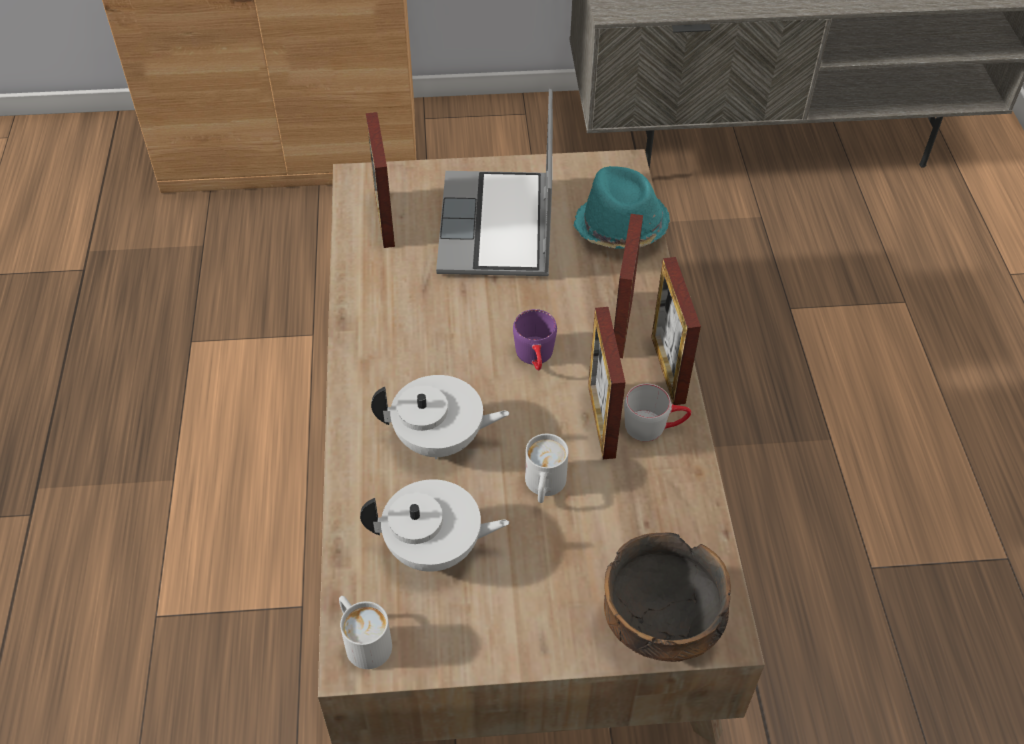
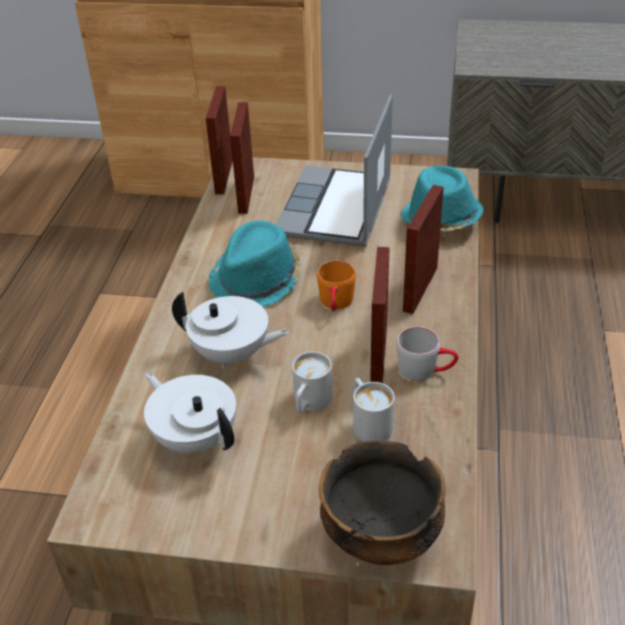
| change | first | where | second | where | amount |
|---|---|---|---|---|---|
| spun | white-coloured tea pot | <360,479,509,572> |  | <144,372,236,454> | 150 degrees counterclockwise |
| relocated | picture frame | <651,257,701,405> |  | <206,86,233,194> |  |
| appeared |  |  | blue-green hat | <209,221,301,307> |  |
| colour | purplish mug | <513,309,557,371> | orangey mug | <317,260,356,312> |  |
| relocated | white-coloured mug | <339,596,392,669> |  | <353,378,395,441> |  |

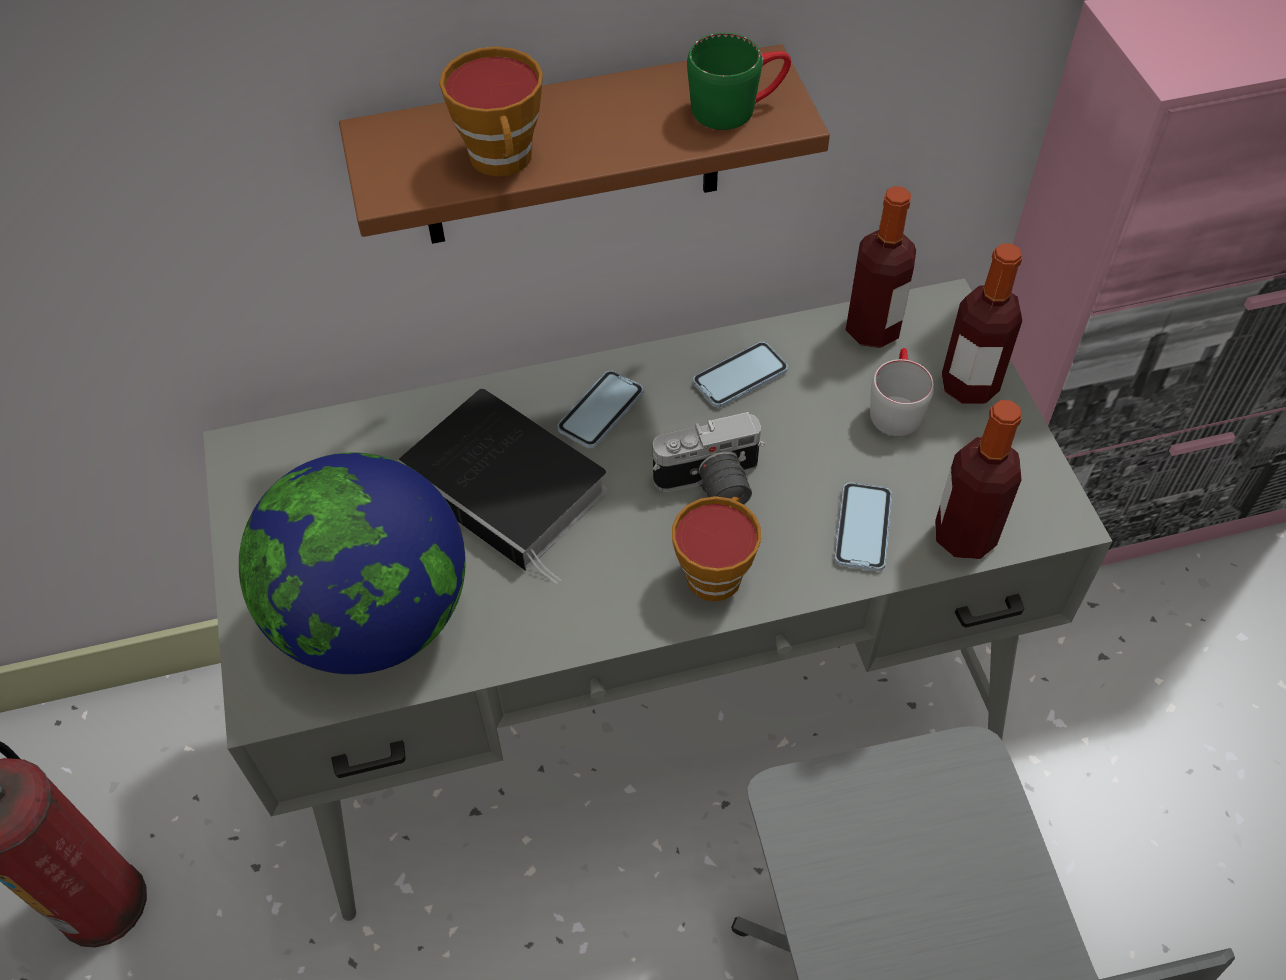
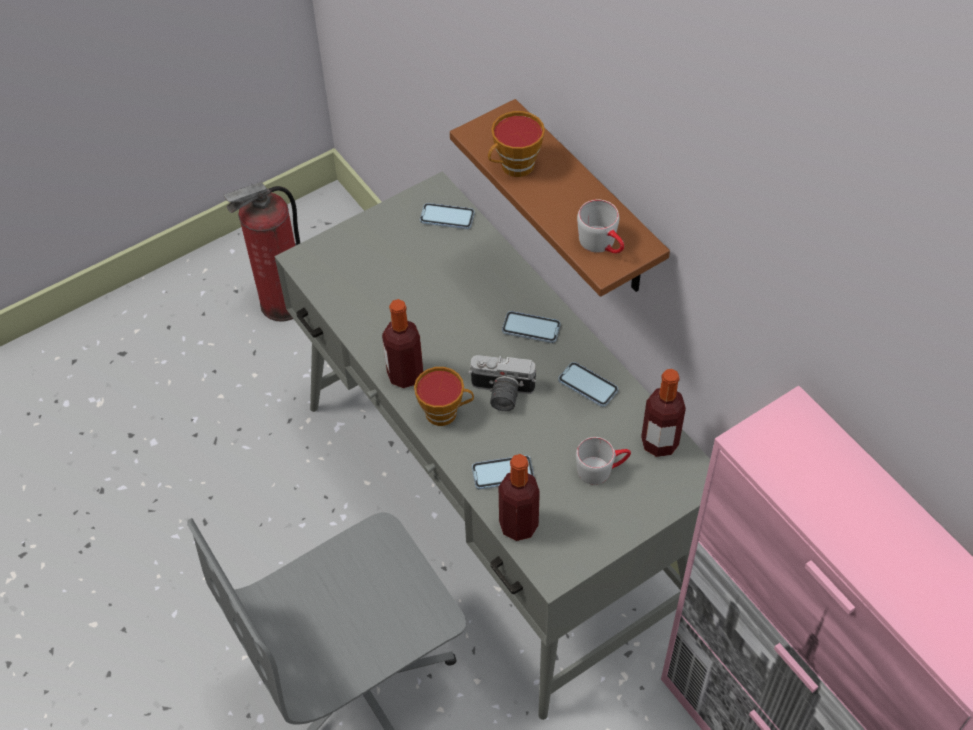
| change | first | where | second | where | amount |
|---|---|---|---|---|---|
| relocated | beverage bottle | <942,243,1022,404> |  | <382,299,423,388> |  |
| appeared |  |  | phone | <420,203,475,229> |  |
| spun | still camera | <653,412,765,504> |  | <468,355,536,412> | 45 degrees counterclockwise |
| colour | green mug | <687,33,791,130> | grey mug | <577,199,624,253> |  |
| missing | globe | <239,452,466,674> |  |  |  |
| missing | bound book | <397,389,607,584> |  |  |  |

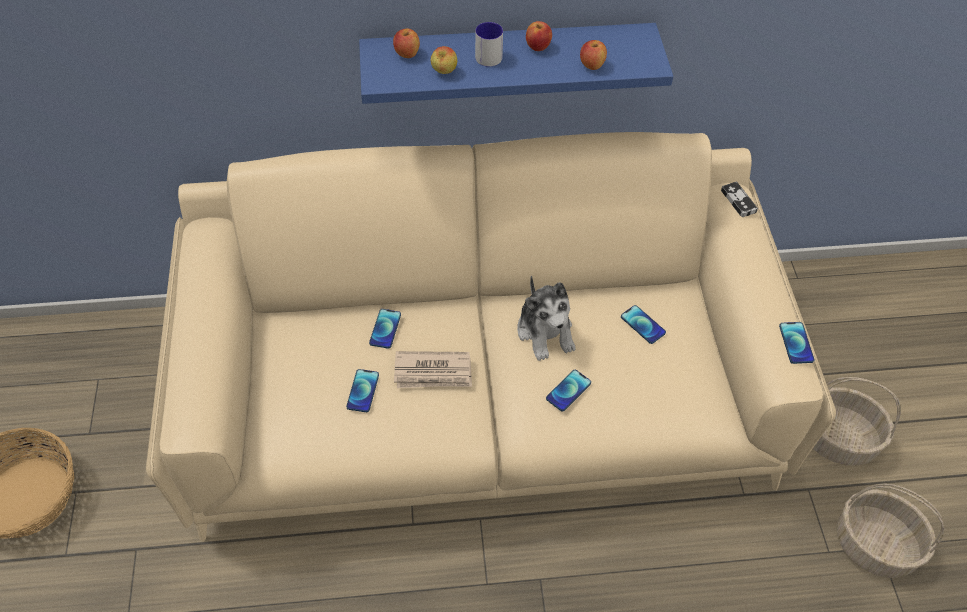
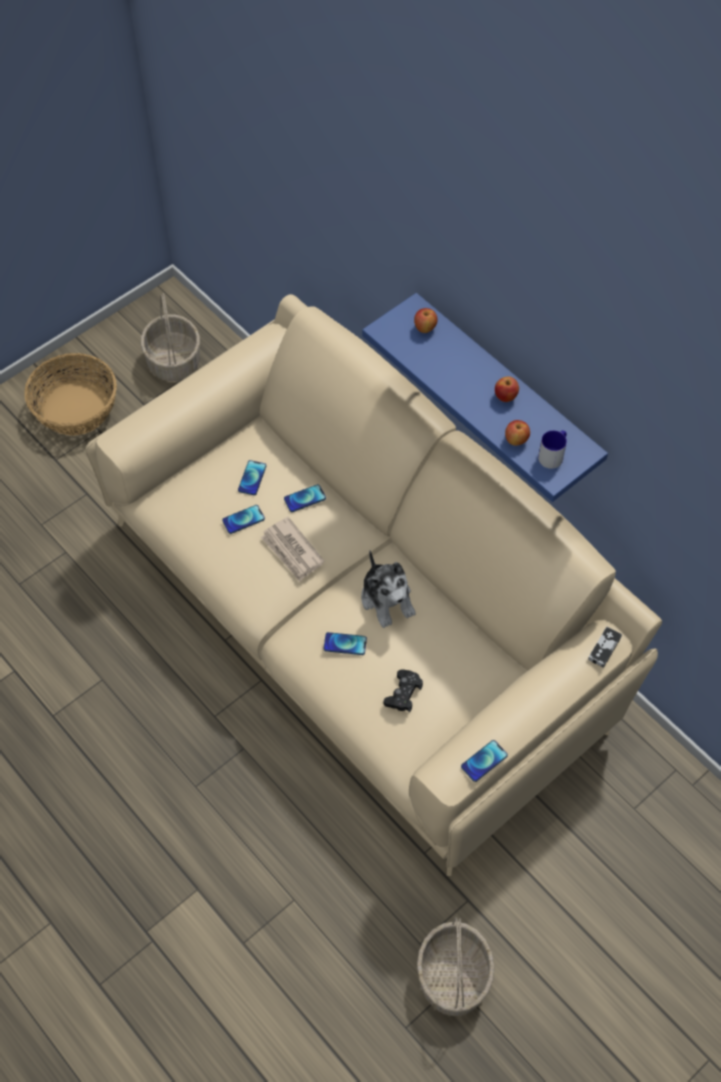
| change | first | where | second | where | amount |
|---|---|---|---|---|---|
| relocated | household basket | <813,377,901,466> |  | <141,293,200,381> |  |
| relocated | phone | <621,305,666,344> |  | <238,460,266,495> |  |
| spun | plush toy | <517,276,576,361> |  | <361,550,416,628> | 60 degrees counterclockwise |
| appeared |  |  | black joypad | <383,669,423,712> |  |
| relocated | mug | <475,22,503,67> |  | <538,430,567,469> |  |
| missing | whole apple | <431,46,457,74> |  |  |  |

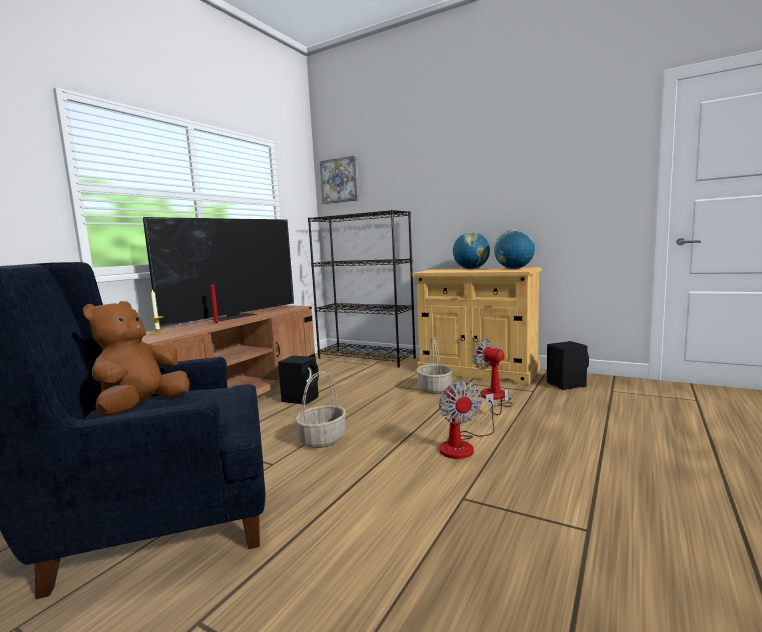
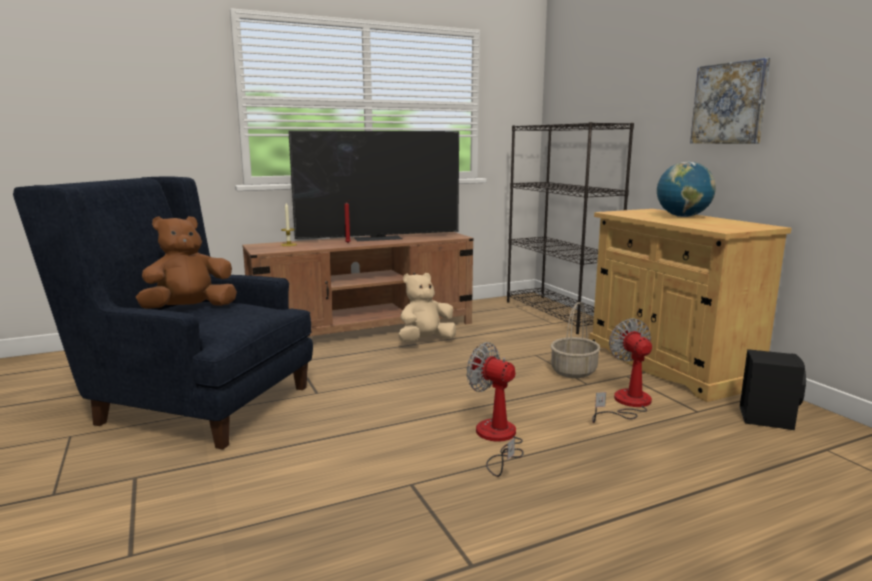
| change | first | where | second | where | amount |
|---|---|---|---|---|---|
| exchanged | black loudspeaker | <278,356,319,405> | beige-coloured plush toy | <399,273,456,342> |  |
| spun | electric fan | <439,381,495,459> |  | <466,342,524,477> | 105 degrees clockwise |
| relocated | wall picture | <320,155,359,204> |  | <690,58,771,144> |  |
| missing | household basket | <295,371,346,448> |  |  |  |
| missing | globe | <494,229,535,269> |  |  |  |

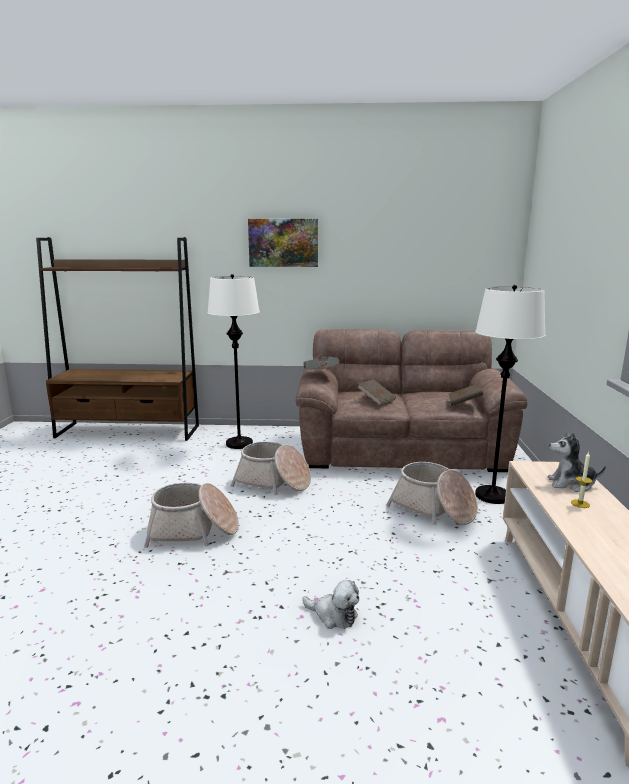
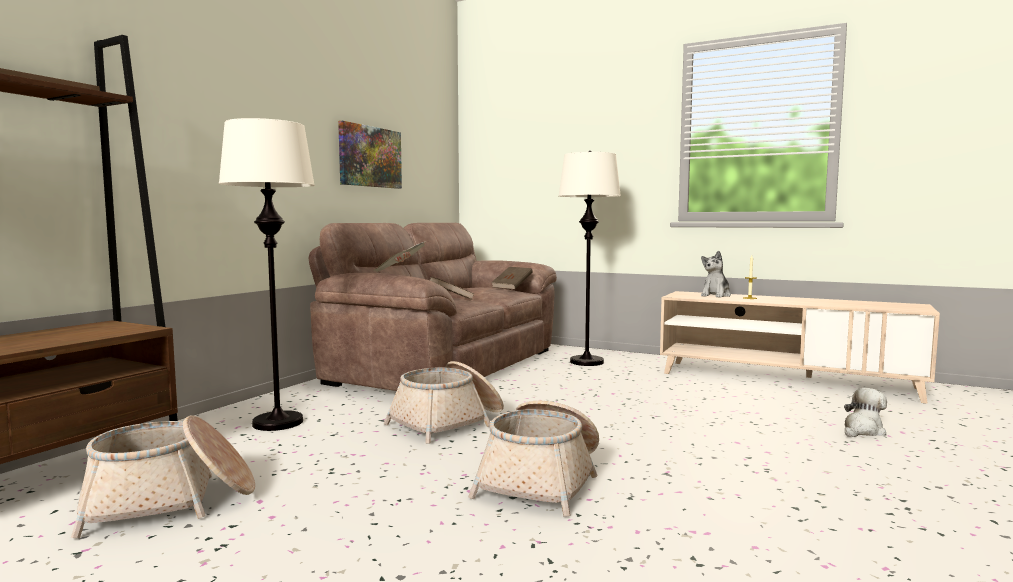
| change | first | where | second | where | amount |
|---|---|---|---|---|---|
| relocated | household basket | <387,462,478,525> |  | <71,415,255,538> |  |
| relocated | wall picture | <248,219,318,267> |  | <338,121,402,189> |  |
| relocated | plush toy | <302,580,359,629> |  | <844,388,887,437> |  |

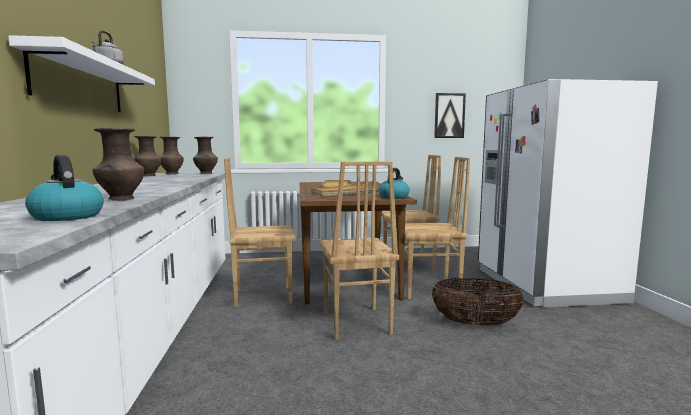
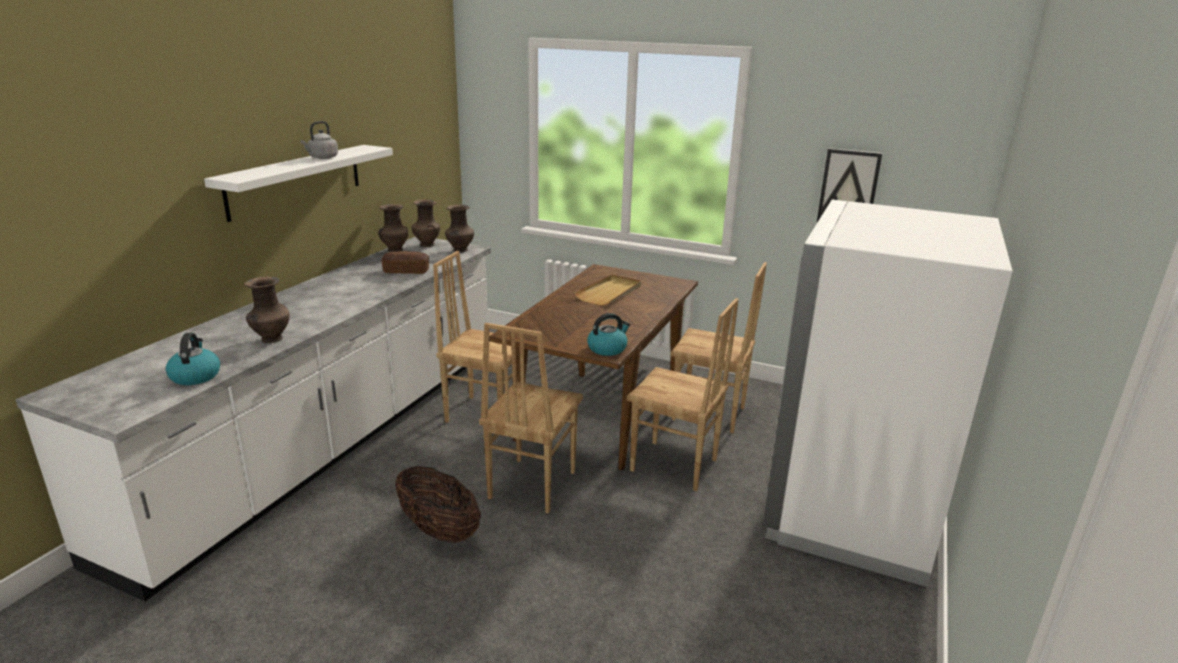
| change | first | where | second | where | amount |
|---|---|---|---|---|---|
| appeared |  |  | bakery bread | <381,251,429,274> |  |
| relocated | household basket | <432,278,524,326> |  | <395,466,481,543> |  |
| missing | beige-coloured carrying tray | <312,184,379,196> |  |  |  |

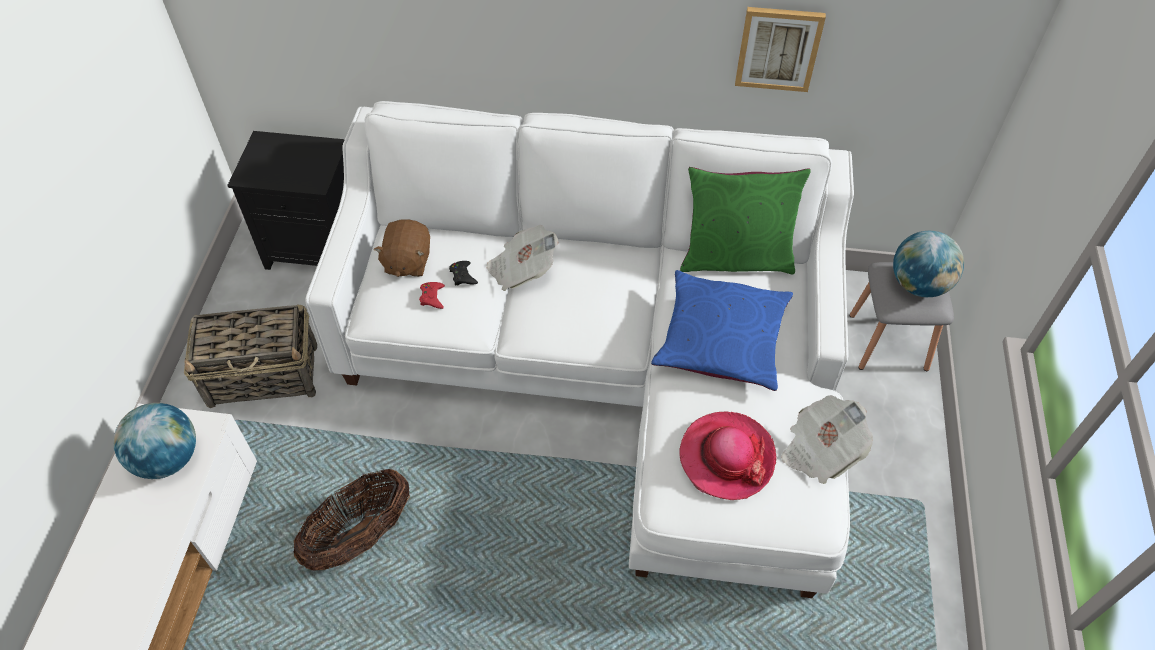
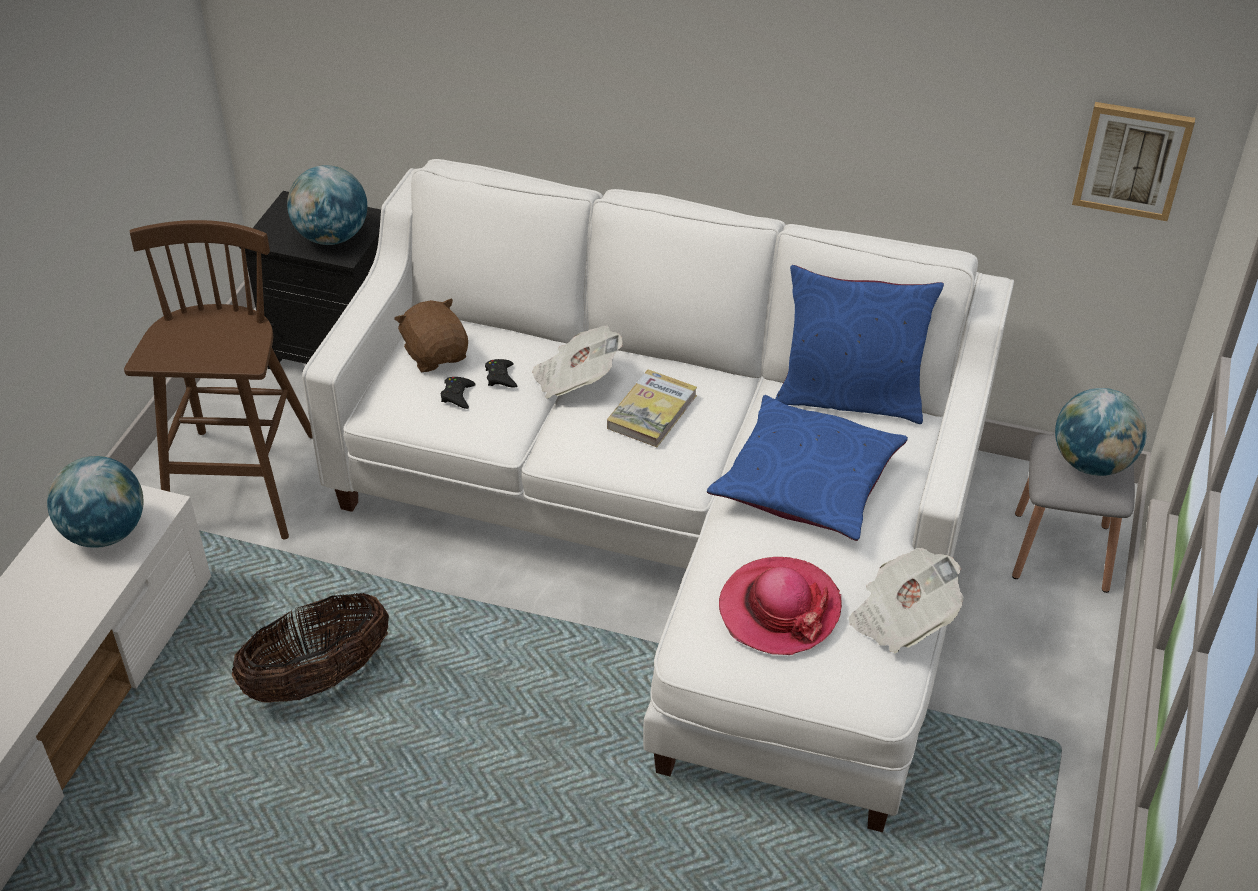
| change | first | where | second | where | amount |
|---|---|---|---|---|---|
| exchanged | household basket | <184,304,317,408> | brown-coloured stool seat | <124,220,313,539> |  |
| appeared |  |  | globe | <287,165,367,245> |  |
| spun | brown-coloured plush toy | <374,219,430,277> |  | <394,298,468,372> | 135 degrees clockwise |
| colour | red-coloured joypad | <419,282,445,309> | black joypad | <441,377,476,409> |  |
| appeared |  |  | bound book | <607,369,697,447> |  |
| colour | green throw pillow | <680,167,811,275> | blue throw pillow | <775,265,944,424> |  |
| relocated | wall picture | <735,7,826,92> |  | <1072,102,1195,221> |  |

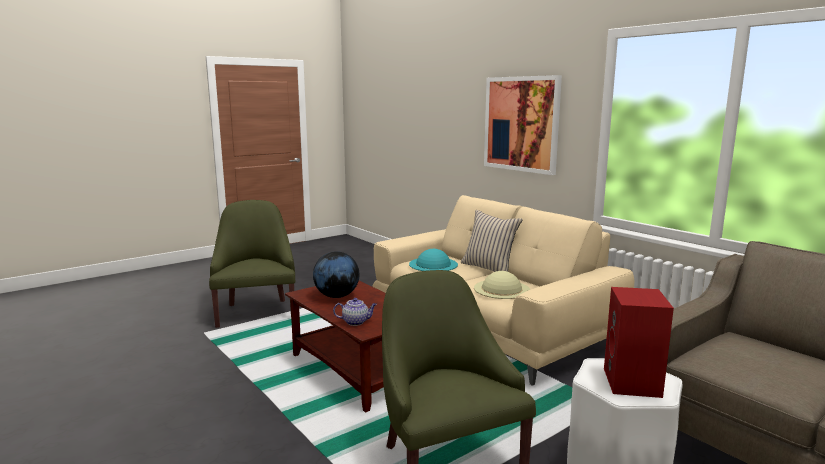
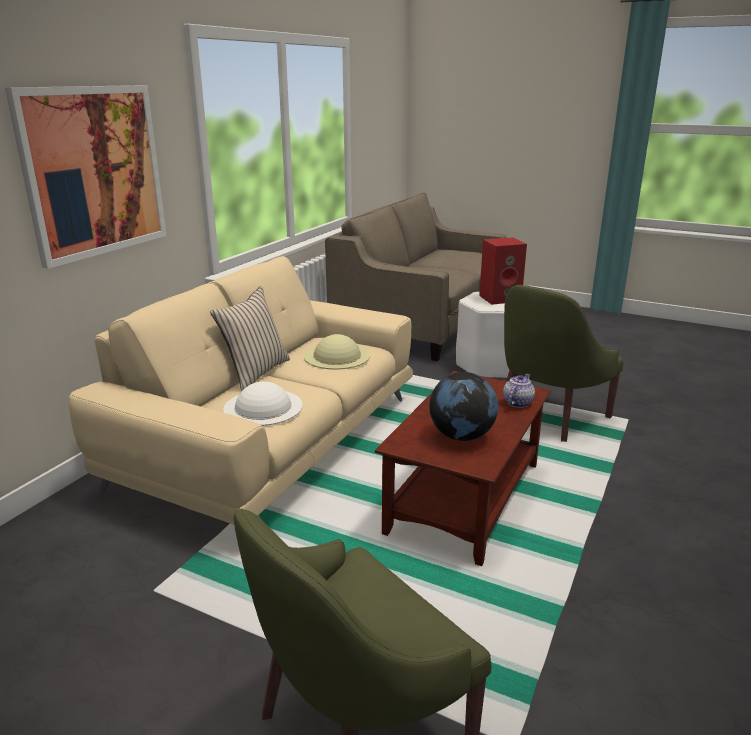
| change | first | where | second | where | amount |
|---|---|---|---|---|---|
| colour | blue-green hat | <409,249,458,271> | white-coloured hat | <223,381,303,426> |  |
| spun | tea pot | <333,298,377,326> |  | <503,374,535,408> | 60 degrees clockwise |

